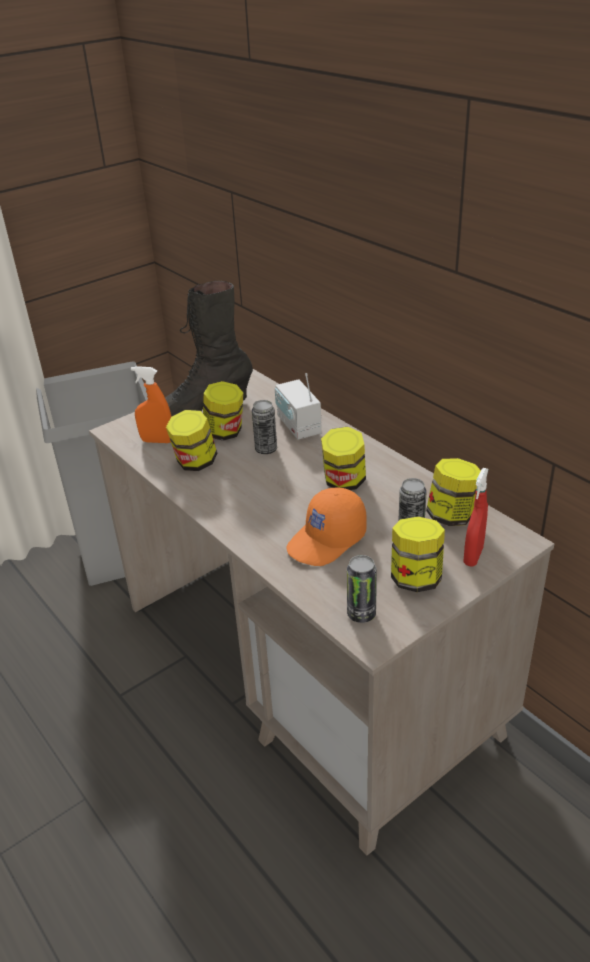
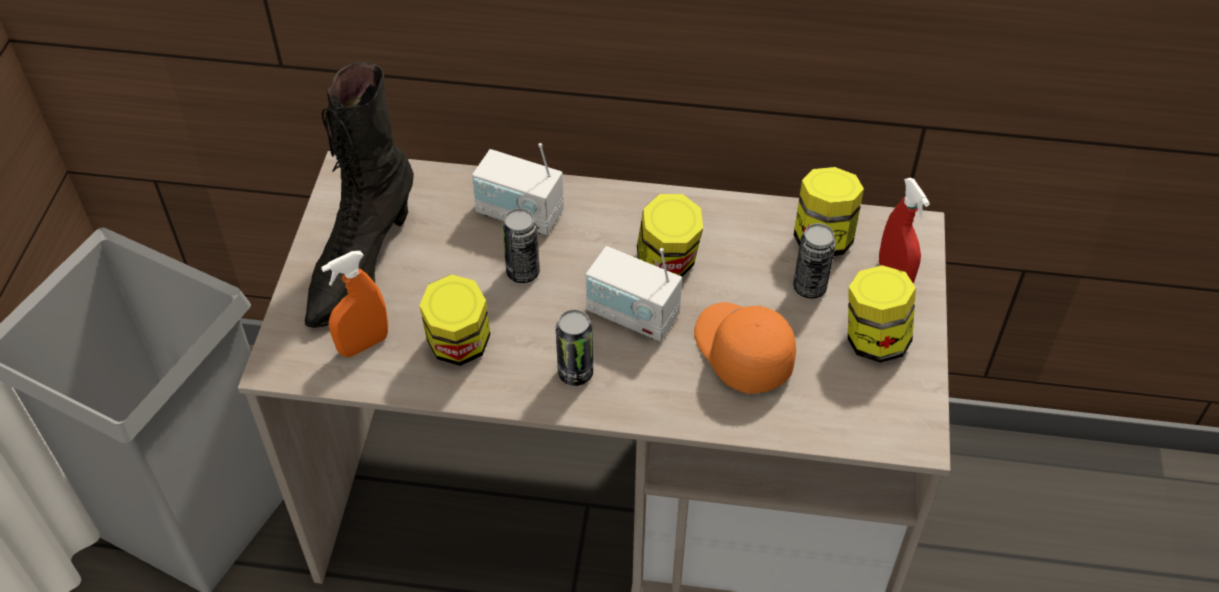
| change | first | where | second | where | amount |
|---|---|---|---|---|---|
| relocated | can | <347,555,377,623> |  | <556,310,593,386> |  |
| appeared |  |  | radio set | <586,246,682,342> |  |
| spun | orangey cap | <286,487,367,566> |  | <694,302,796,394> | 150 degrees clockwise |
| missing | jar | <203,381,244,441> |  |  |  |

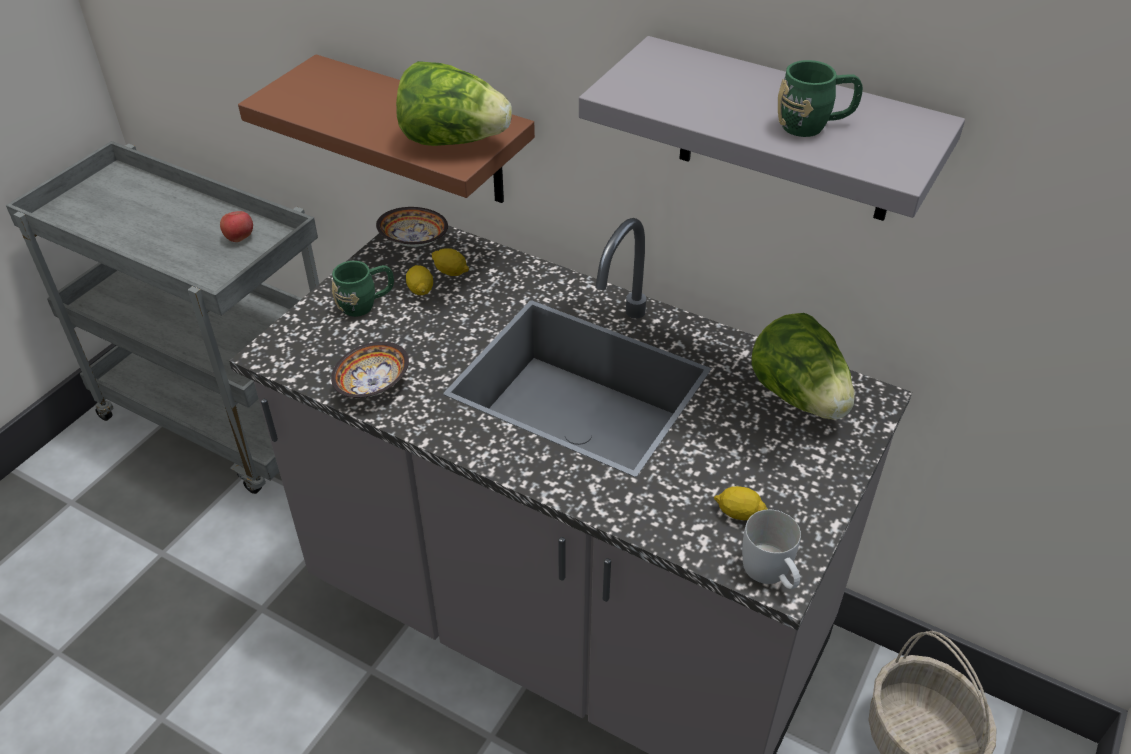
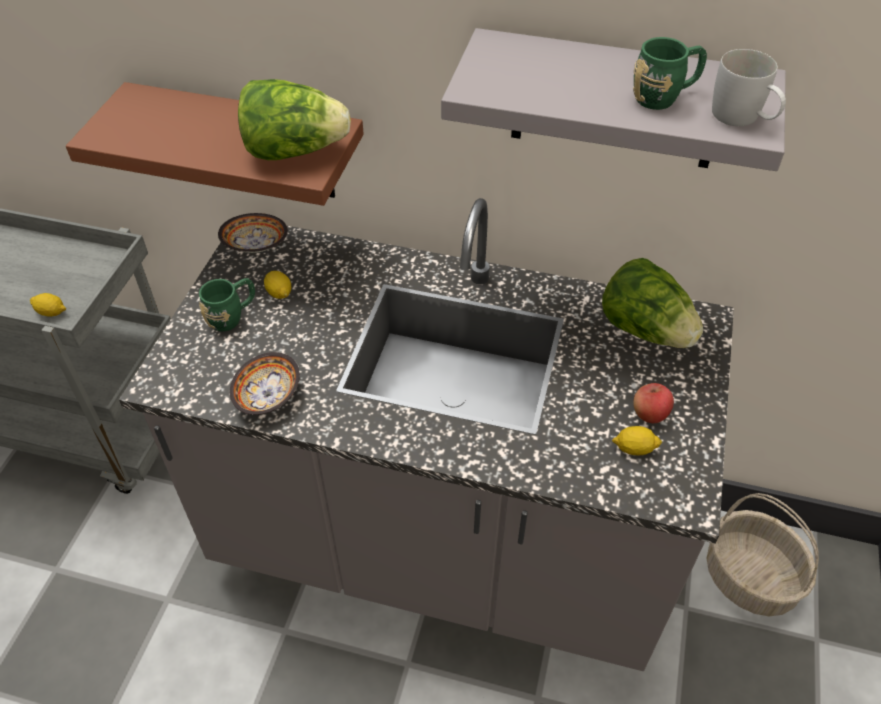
| change | first | where | second | where | amount |
|---|---|---|---|---|---|
| relocated | citrus fruit | <432,248,469,276> |  | <29,293,66,317> |  |
| relocated | whole apple | <220,211,253,242> |  | <633,383,674,423> |  |
| relocated | white-coloured mug | <742,509,801,589> |  | <712,49,786,126> |  |

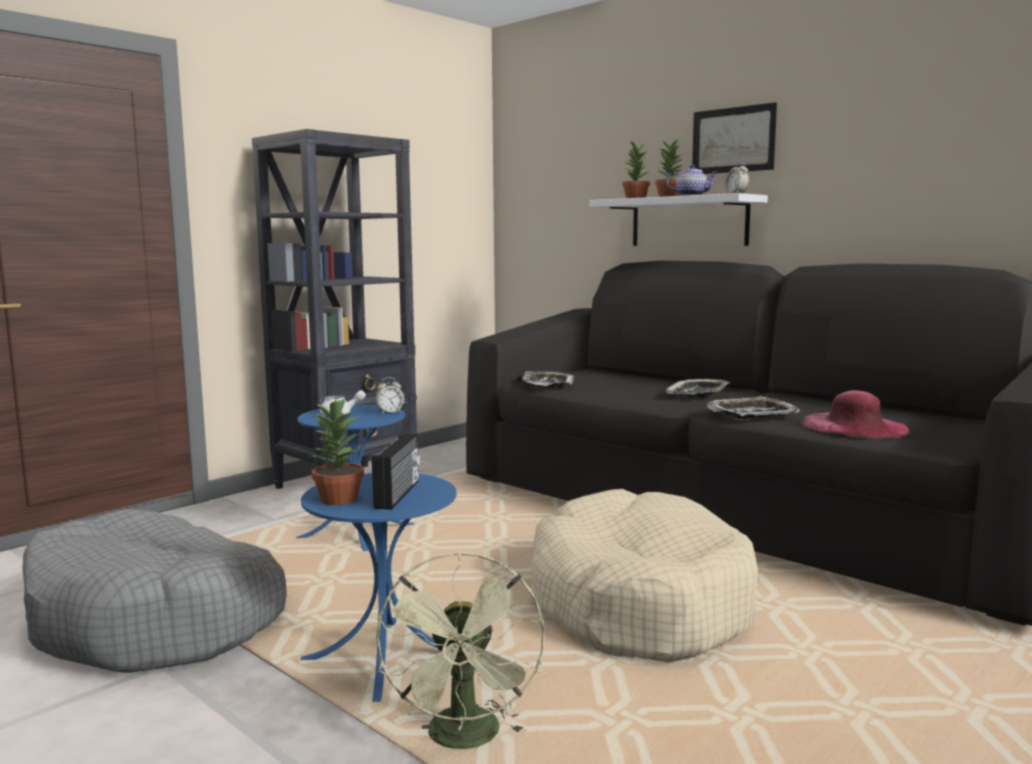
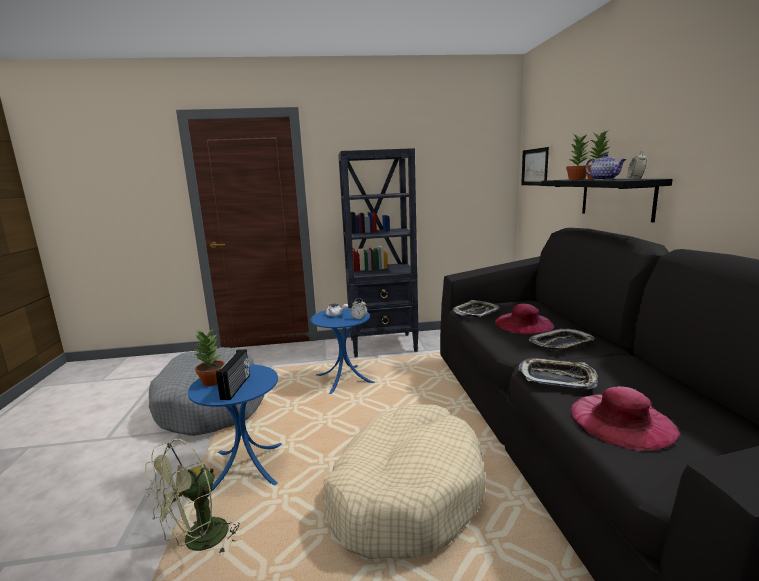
| change | first | where | second | where | amount |
|---|---|---|---|---|---|
| spun | radio set | <372,434,420,510> |  | <216,349,250,400> | 45 degrees counterclockwise |
| appeared |  |  | pink-coloured hat | <495,304,554,334> |  |
| relocated | wall picture | <692,102,777,174> |  | <521,147,549,186> |  |
| colour | white-coloured bracket shelf | <589,193,768,246> | black bracket shelf | <541,179,673,222> |  |

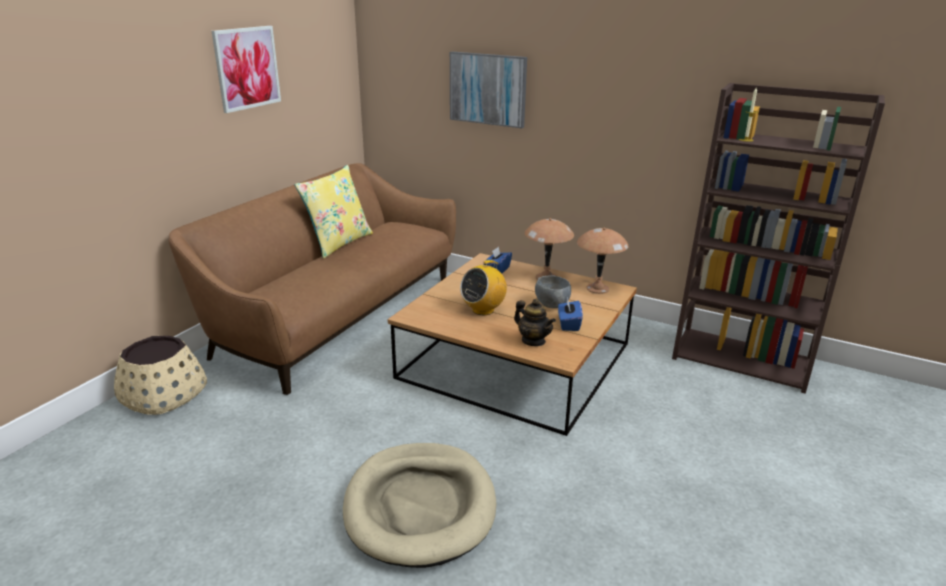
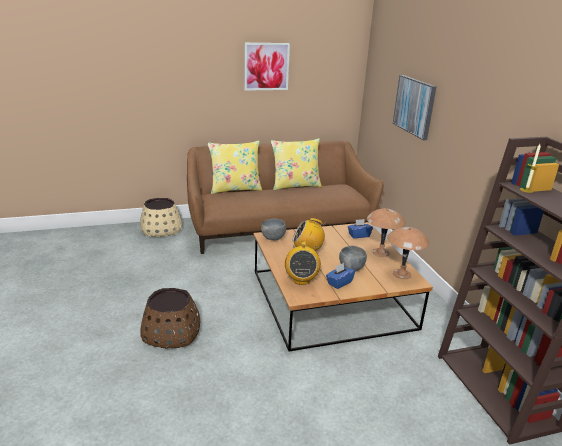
| change | first | where | second | where | amount |
|---|---|---|---|---|---|
| exchanged | beige-coloured dog bed | <343,443,496,568> | brown-coloured flower pot | <140,288,200,349> |  |
| appeared |  |  | yellow throw pillow | <208,141,262,194> |  |
| appeared |  |  | grey serving bowl | <261,219,286,240> |  |
| exchanged | tea pot | <514,299,556,346> | radio set | <285,241,321,285> |  |

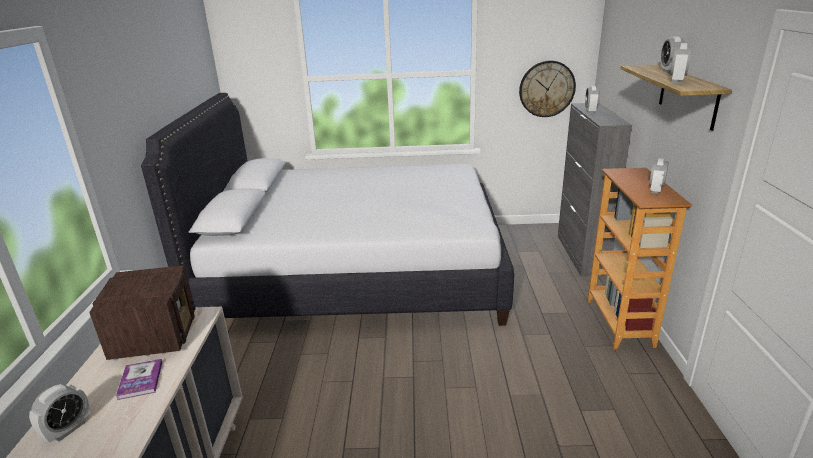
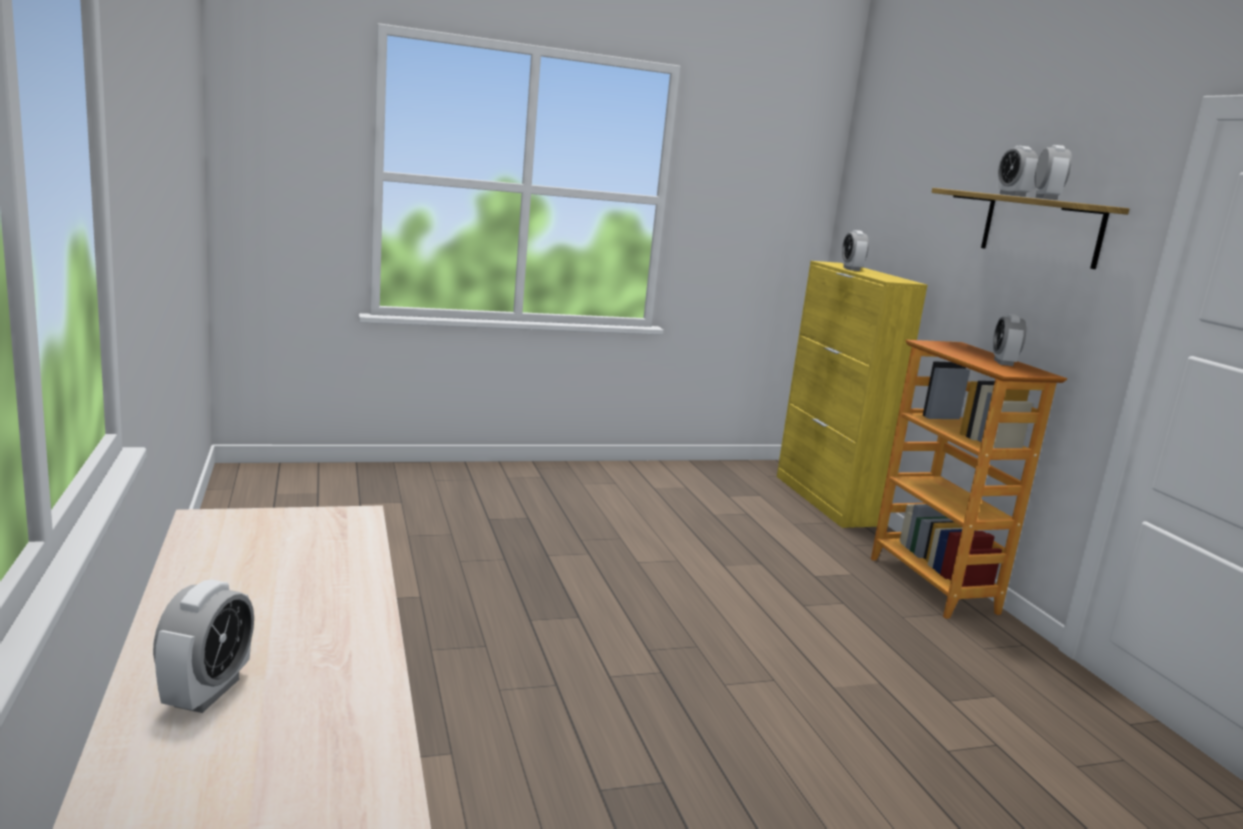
| change | first | where | second | where | amount |
|---|---|---|---|---|---|
| colour | grey cabinet | <558,103,632,277> | yellow cabinet | <777,261,928,528> |  |
| missing | radio set | <89,265,195,360> |  |  |  |
| missing | bound book | <116,359,162,400> |  |  |  |
| missing | white-coloured sleeping bed | <141,93,514,326> |  |  |  |
| missing | wall clock | <519,60,576,117> |  |  |  |

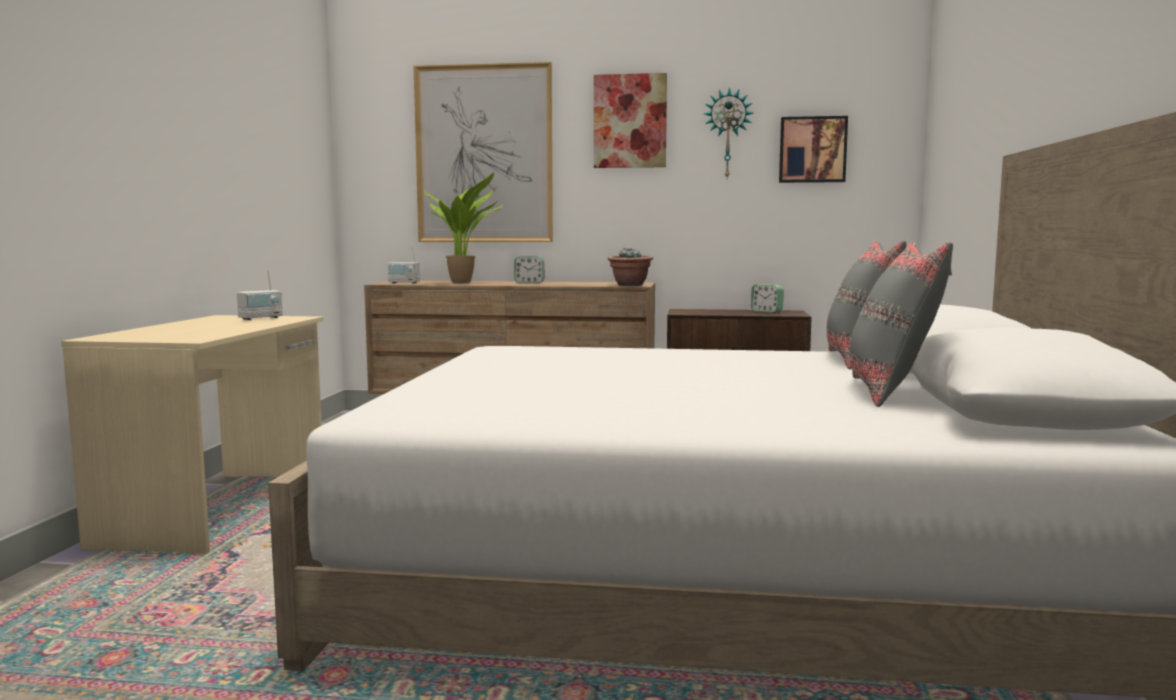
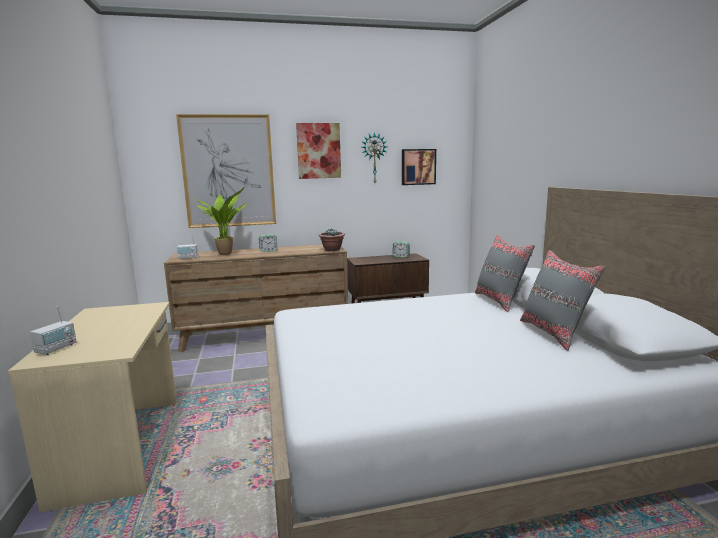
| change | first | where | second | where | amount |
|---|---|---|---|---|---|
| relocated | radio set | <237,270,283,320> |  | <30,306,77,355> |  |

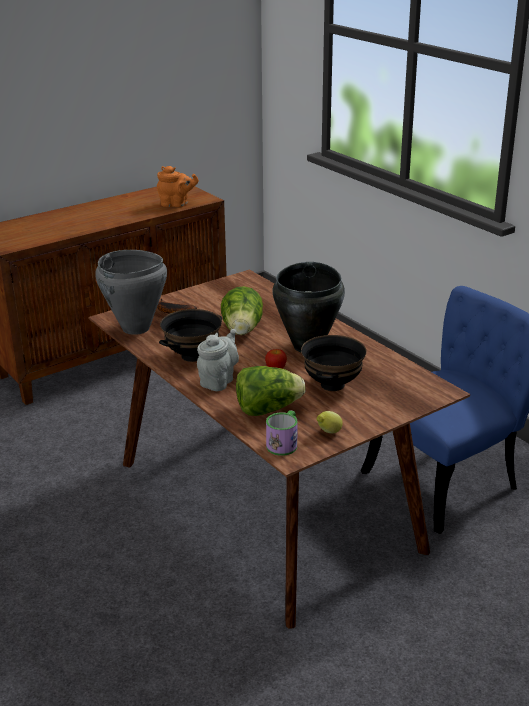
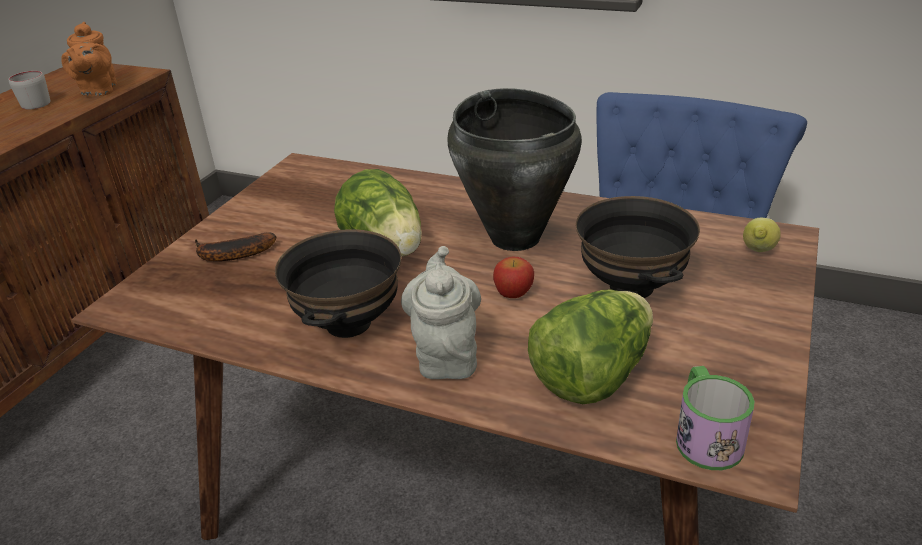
| change | first | where | second | where | amount |
|---|---|---|---|---|---|
| appeared |  |  | grey mug | <9,71,50,109> |  |
| spun | orangey tea pot | <157,166,199,207> |  | <61,22,117,96> | 105 degrees clockwise |
| relocated | citrus fruit | <317,411,343,433> |  | <743,218,781,252> |  |
| missing | grey cooking pot | <95,250,167,335> |  |  |  |

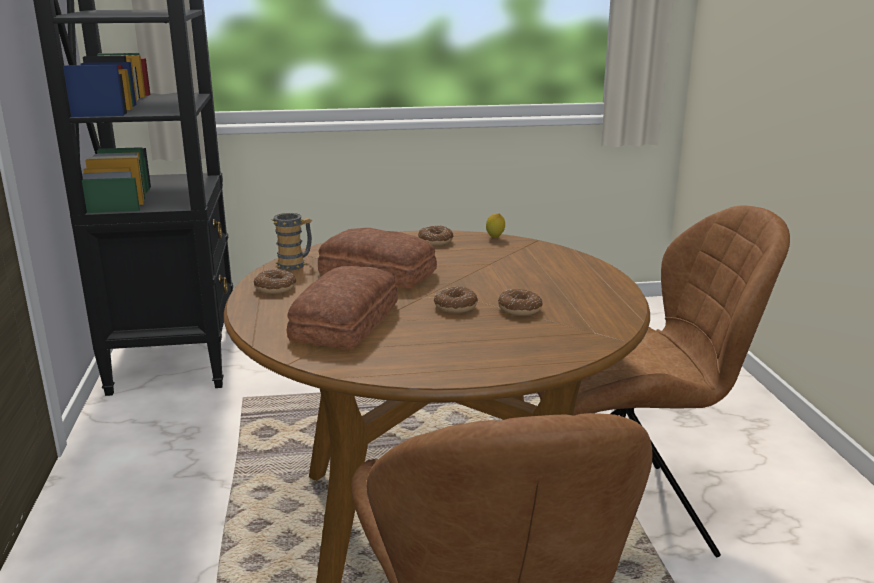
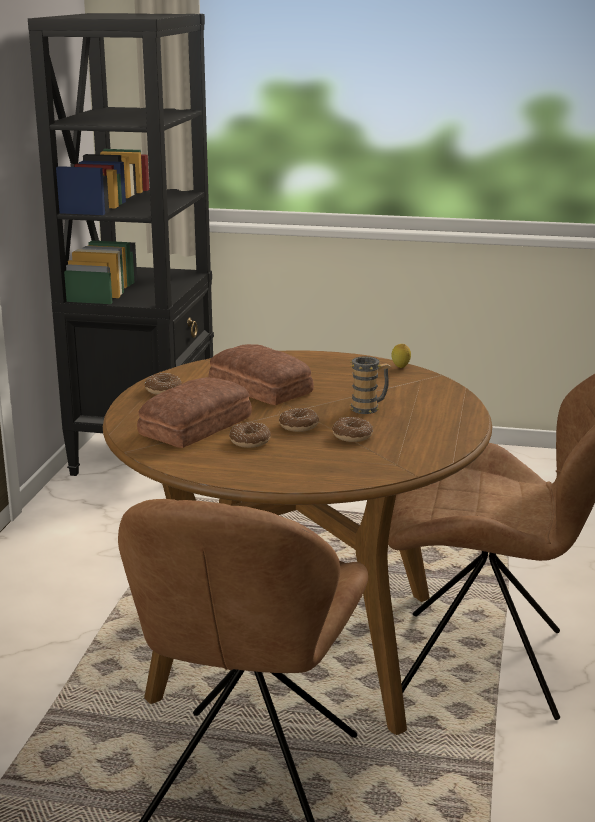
| change | first | where | second | where | amount |
|---|---|---|---|---|---|
| relocated | ring doughnut | <418,226,454,246> |  | <229,422,271,448> |  |
| relocated | mug | <272,213,312,270> |  | <349,356,391,414> |  |

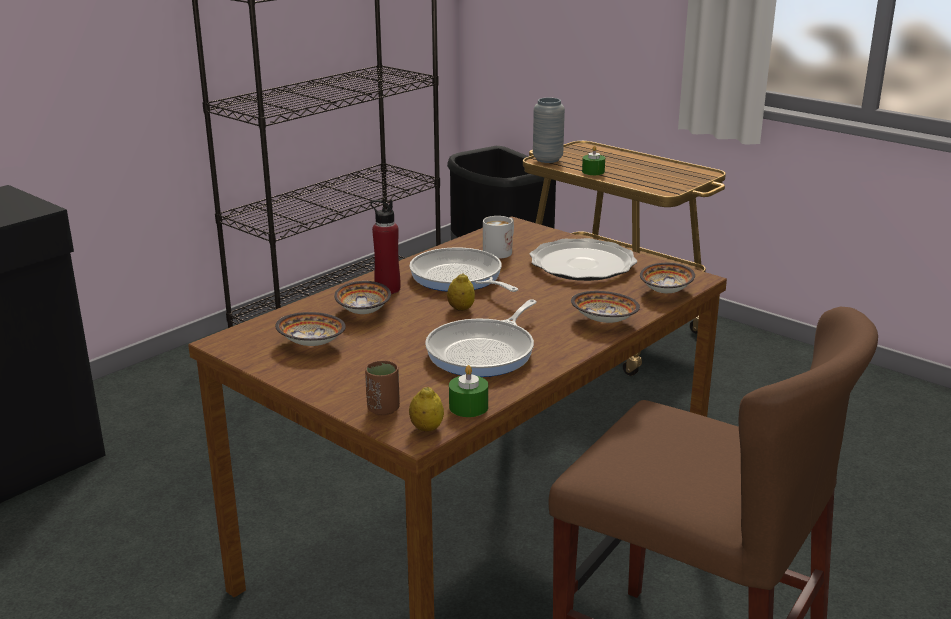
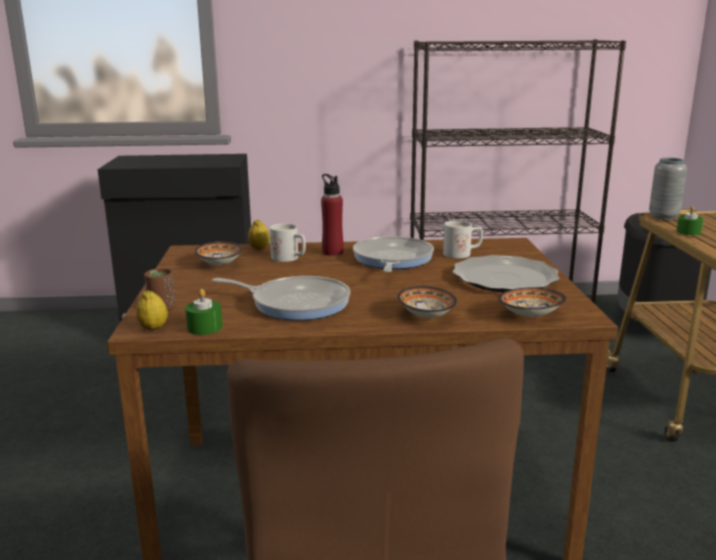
| change | first | where | second | where | amount |
|---|---|---|---|---|---|
| spun | skillet | <425,299,537,377> |  | <212,276,350,321> | 150 degrees counterclockwise |
| relocated | citrus fruit | <447,273,475,311> |  | <248,219,270,250> |  |
| exchanged | serving bowl | <334,281,391,314> | white-coloured mug | <270,223,306,262> |  |

